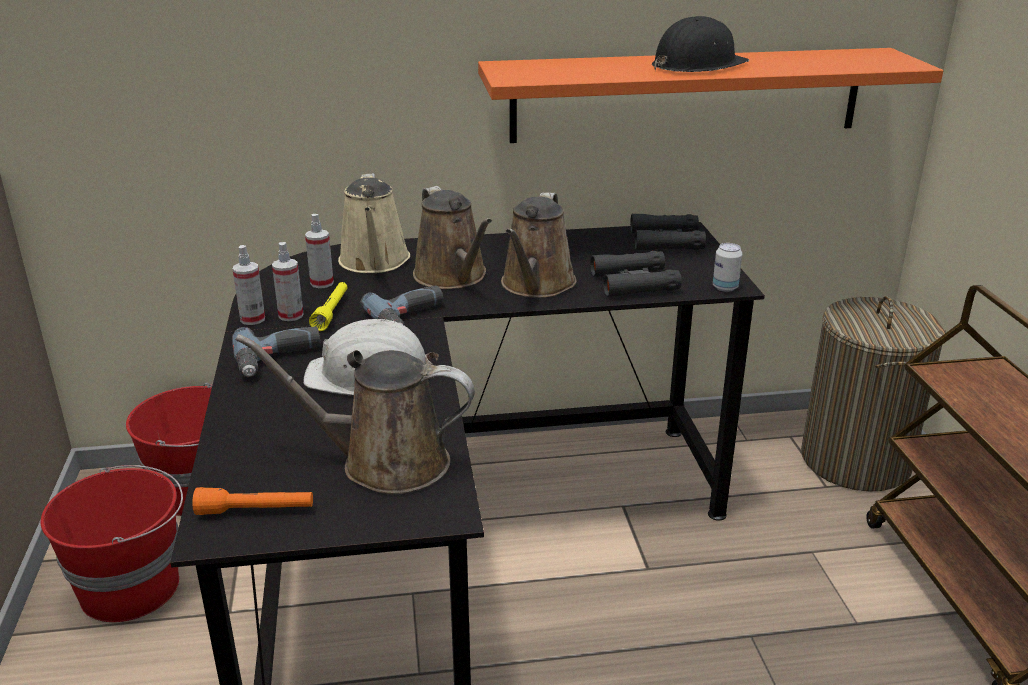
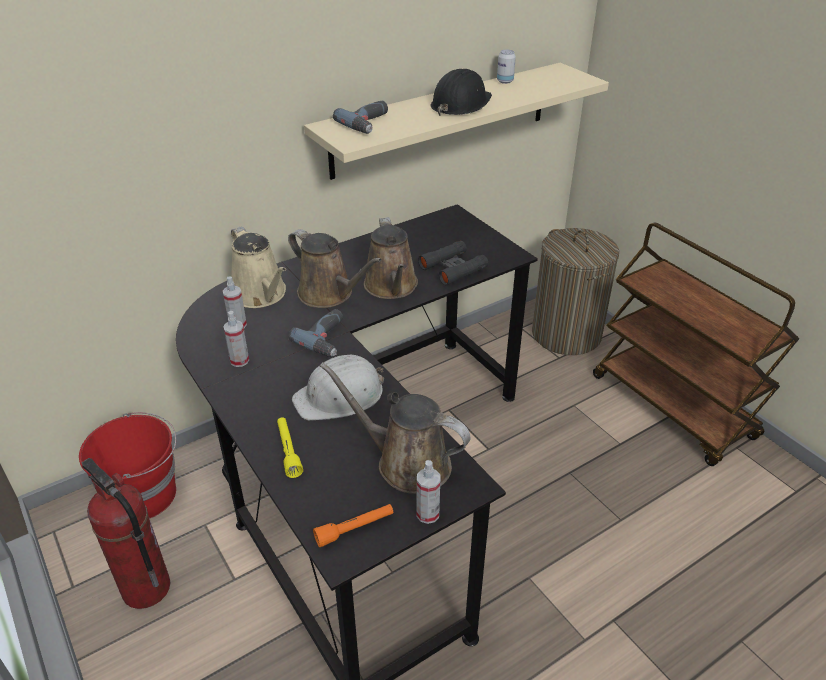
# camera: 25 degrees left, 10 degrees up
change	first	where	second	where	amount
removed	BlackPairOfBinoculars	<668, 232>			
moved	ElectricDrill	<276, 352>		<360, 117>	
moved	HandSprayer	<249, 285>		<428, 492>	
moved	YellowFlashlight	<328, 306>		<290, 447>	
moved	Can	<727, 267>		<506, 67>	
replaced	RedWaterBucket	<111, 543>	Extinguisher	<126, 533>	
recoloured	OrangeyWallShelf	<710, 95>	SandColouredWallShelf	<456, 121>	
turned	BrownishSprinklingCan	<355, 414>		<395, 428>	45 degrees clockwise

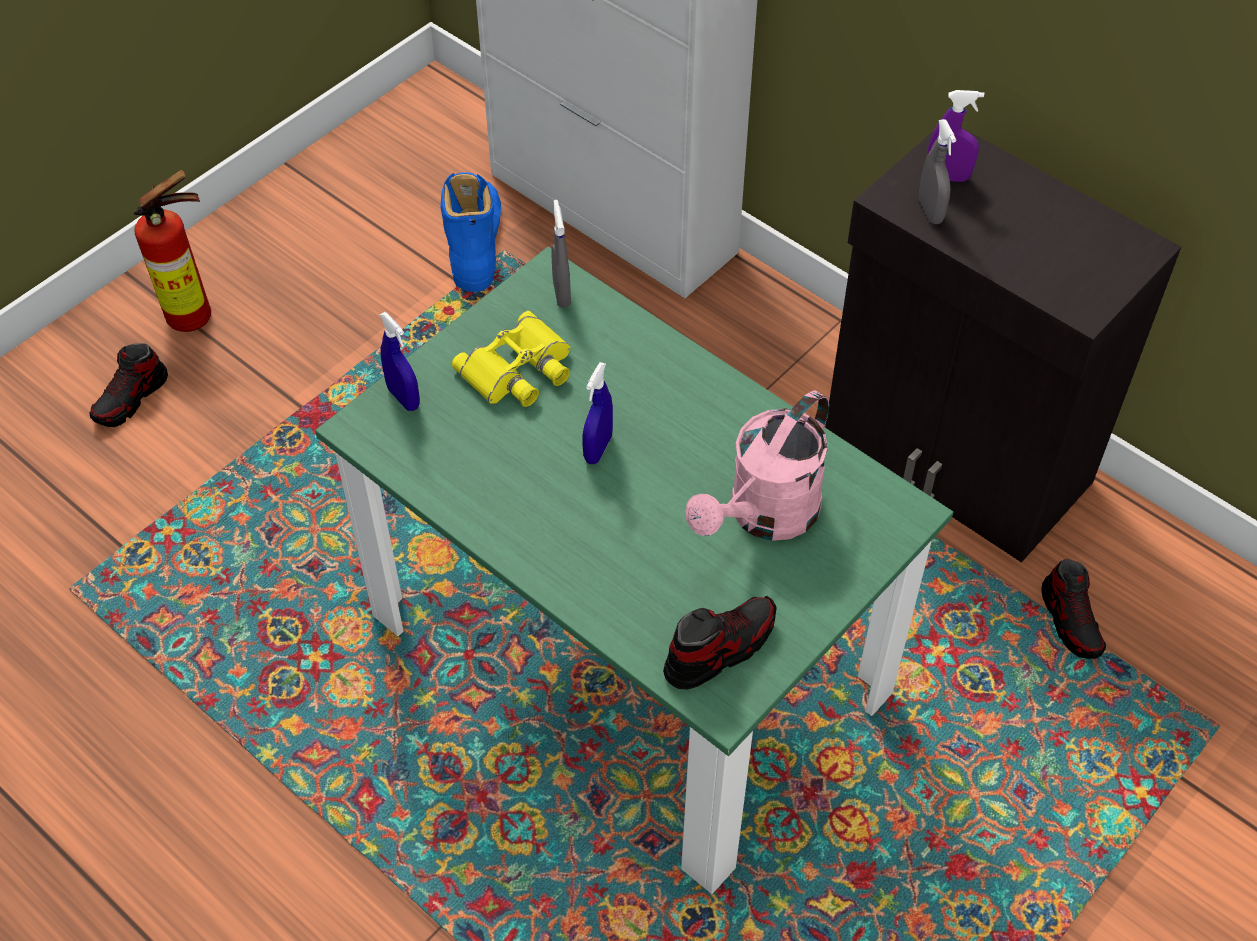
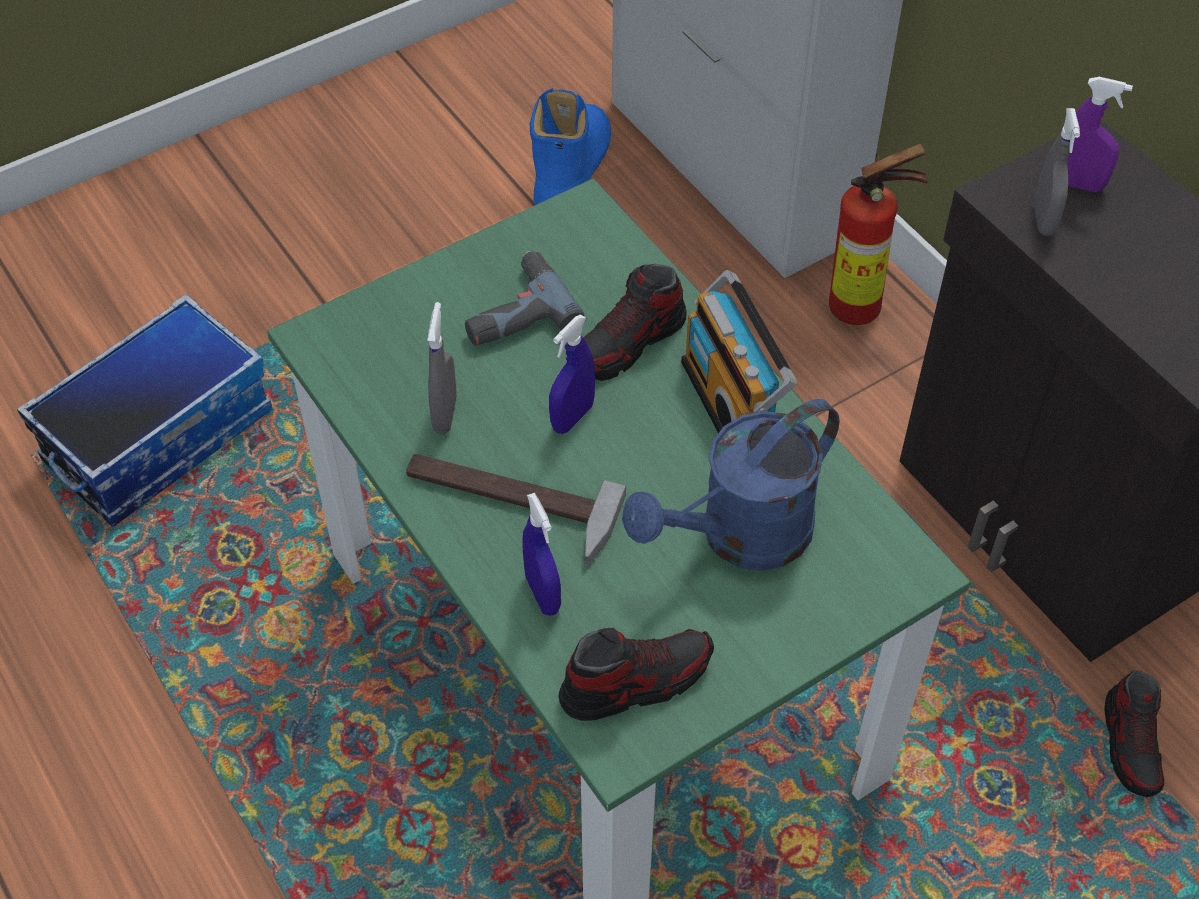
# camera: 15 degrees right, 0 degrees up
change	first	where	second	where	amount
added			StorageContainer	<145, 410>	
added			Hammer	<516, 510>	
added			RadioSet	<739, 351>	
moved	LowShoe	<128, 385>		<635, 322>	
moved	Extinguisher	<172, 251>		<878, 234>	
moved	BluishHandSprayer	<400, 361>		<541, 554>	
moved	GreyishHandSprayer	<561, 254>		<442, 368>	
replaced	YellowPairOfBinoculars	<511, 359>	ElectricDrill	<525, 298>	
recoloured	PinkSprinklingCan	<757, 465>	BluishSprinklingCan	<731, 485>	

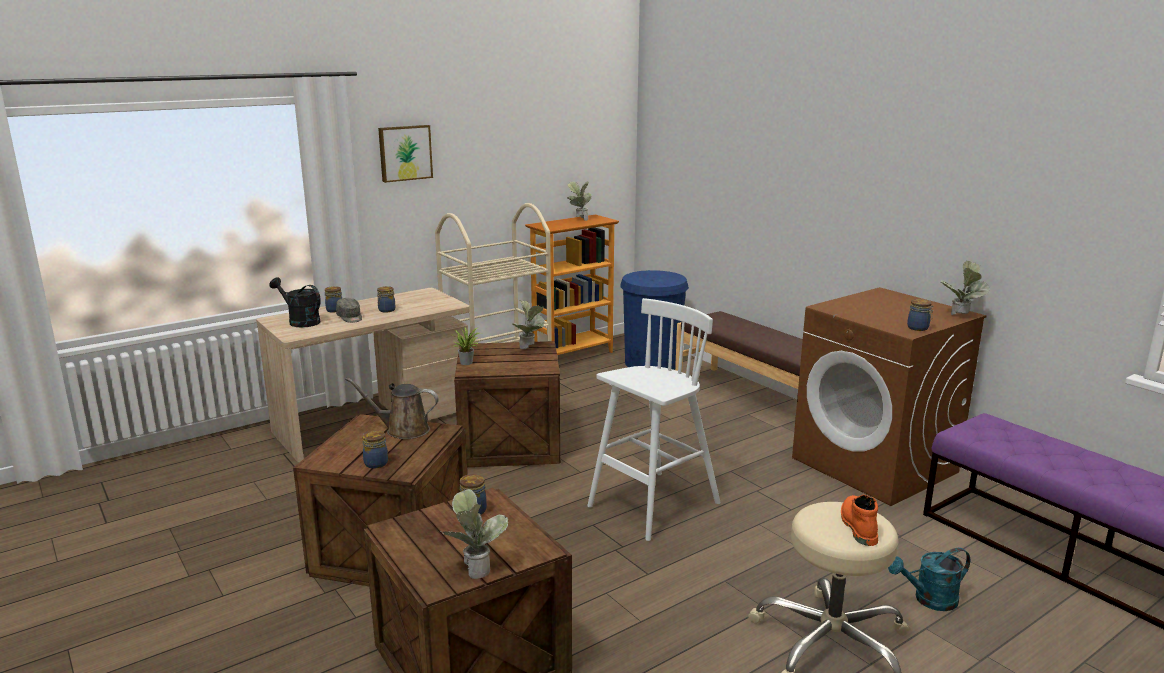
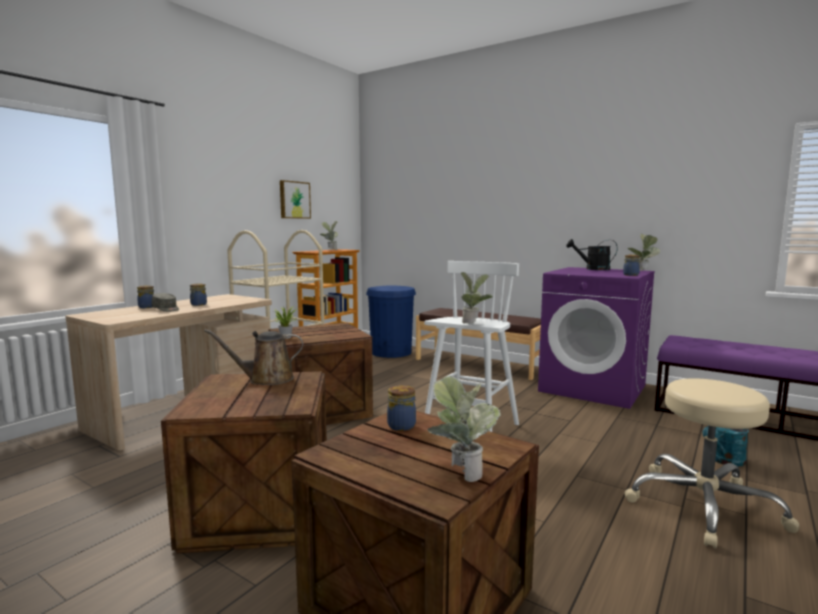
# camera: 20 degrees left, 10 degrees down
change	first	where	second	where	amount
removed	StorageJar	<375, 449>			
removed	OrangeyHighTopBoot	<859, 520>			
moved	BlackSprinklingCan	<295, 302>		<592, 254>	
moved	Picture	<405, 154>		<295, 199>	
moved	Houseplant	<528, 324>		<477, 298>	
recoloured	BrownishLaundryMachine	<889, 396>	PurpleColouredLaundryMachine	<596, 338>	

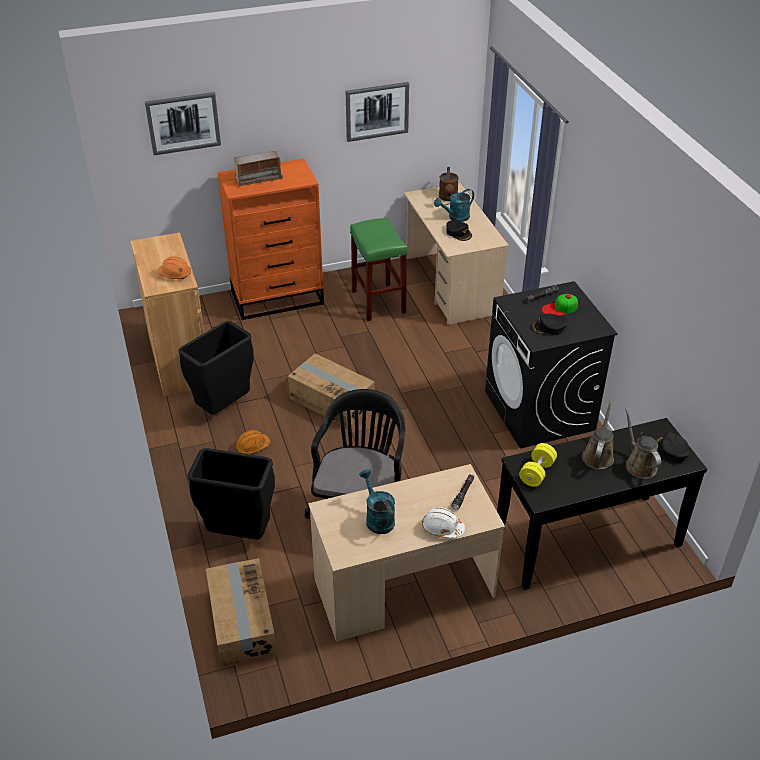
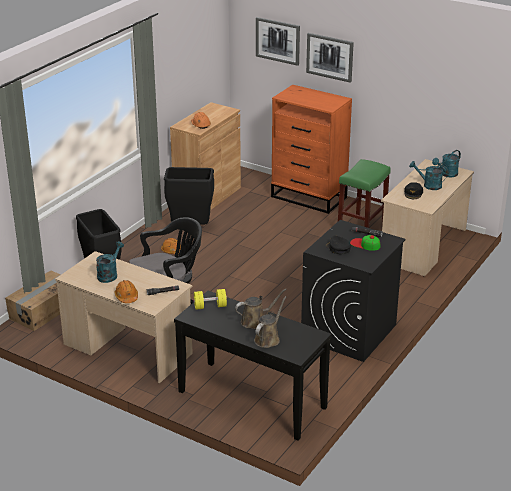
# camera: 50 degrees right, 10 degrees down
change	first	where	second	where	amount
removed	RadioSet	<258, 168>			
removed	CardboardBox	<331, 390>			
removed	BlackBaseballCap	<673, 447>			
moved	Picture	<377, 112>		<330, 58>	
recoloured	WhiteColouredSafetyHelmet	<443, 523>	OrangeySafetyHelmet	<126, 291>	
recoloured	BrownishSprinklingCan	<449, 184>	BlueGreenSprinklingCan	<446, 163>	

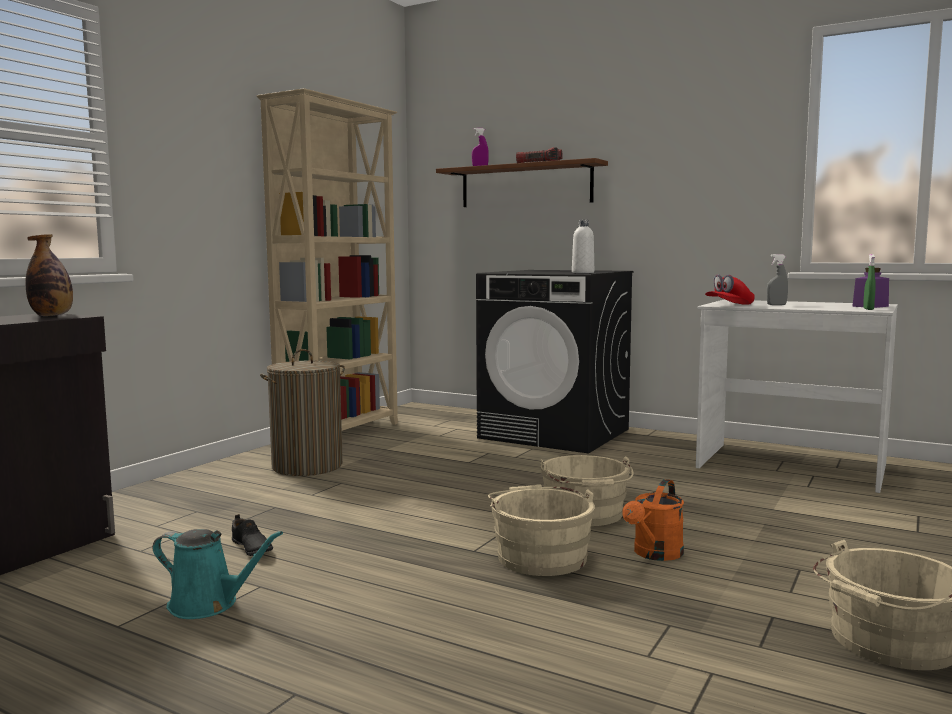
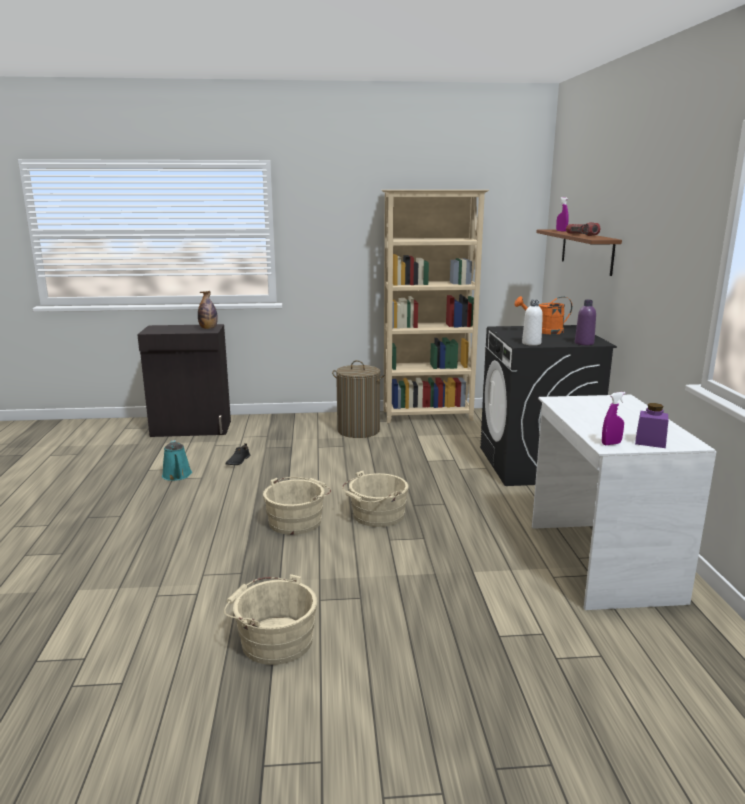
# camera: 55 degrees right, 10 degrees up
change	first	where	second	where	amount
removed	RedBaseballCap	<730, 289>			
removed	GreyishHandSprayer	<777, 279>			
added			PurpleColouredBeverageBottle	<585, 322>	
moved	OrangeySprinklingCan	<653, 520>		<543, 315>	
recoloured	GreenHandSprayer	<869, 282>	PurpleColouredHandSprayer	<614, 418>	

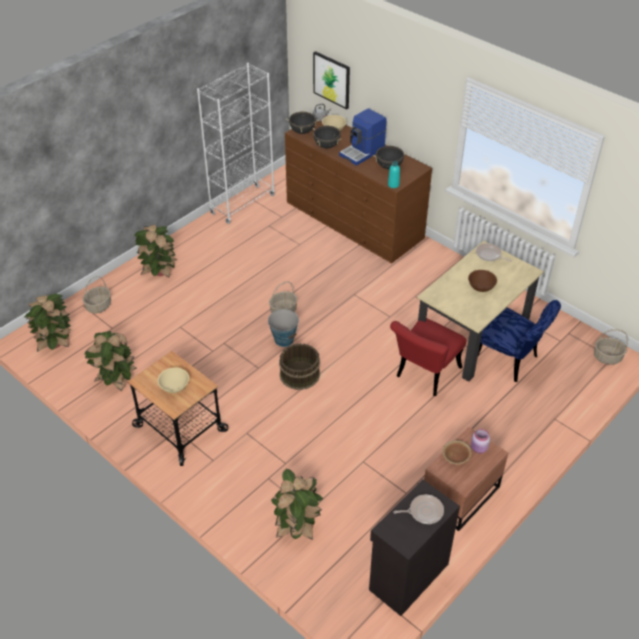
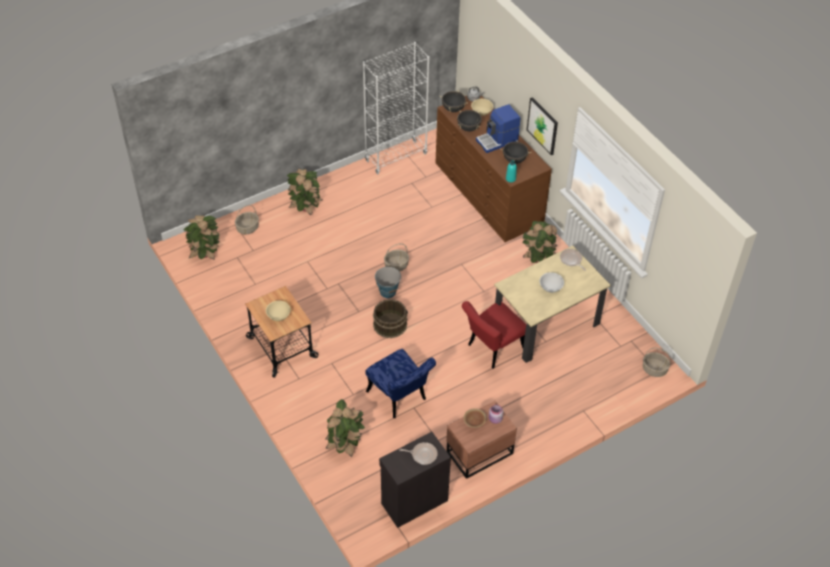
# camera: 15 degrees right, 5 degrees up
change	first	where	second	where	amount
moved	Houseplant	<110, 361>		<540, 242>	
moved	Picture	<331, 80>		<542, 126>	
moved	BluishUprightChair	<519, 341>		<400, 383>	
recoloured	BrownishServingBowl	<482, 281>	WhiteColouredServingBowl	<552, 282>	

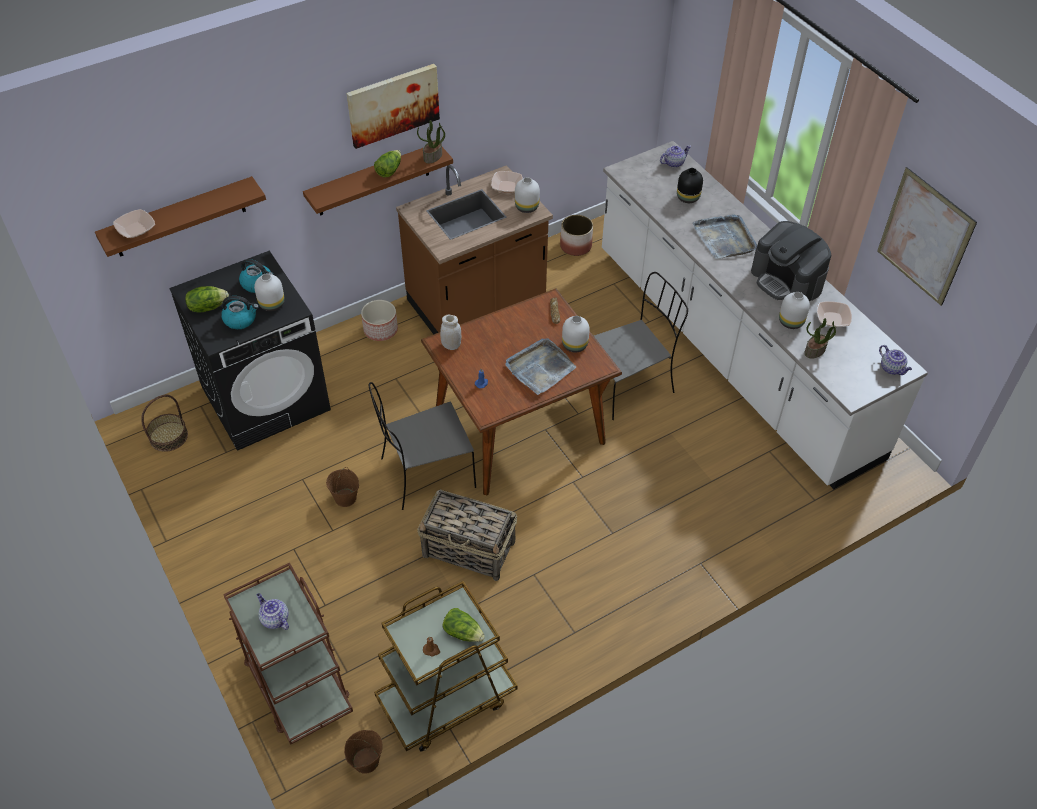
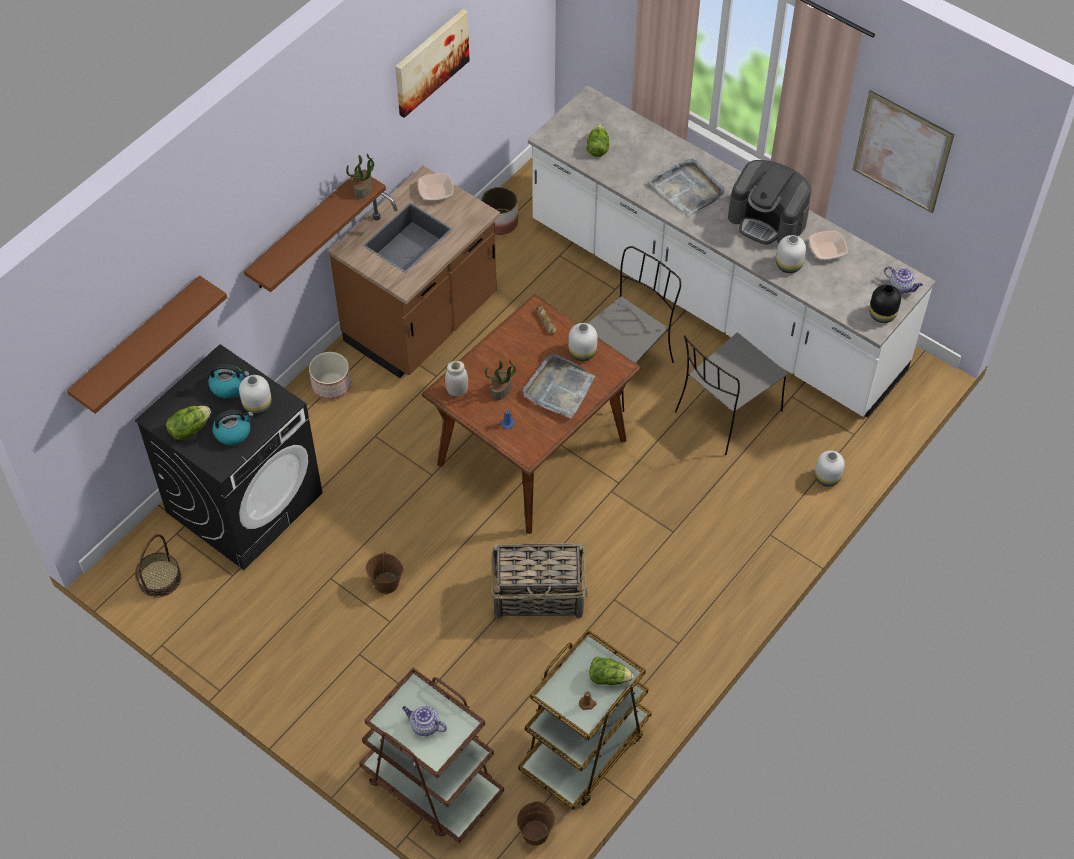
# camera: 20 degrees left, 5 degrees up
change	first	where	second	where	amount
removed	ServingBowl	<134, 223>			
removed	Teapot	<675, 156>			
moved	Picture	<393, 106>		<432, 63>	
moved	GreyishUprightChair	<422, 446>		<731, 393>	
moved	Lettuce	<387, 163>		<598, 141>	
moved	WhiteColouredVase	<527, 195>		<830, 468>	
moved	BlackVase	<690, 185>		<885, 304>	
moved	Houseplant	<820, 338>		<500, 380>	

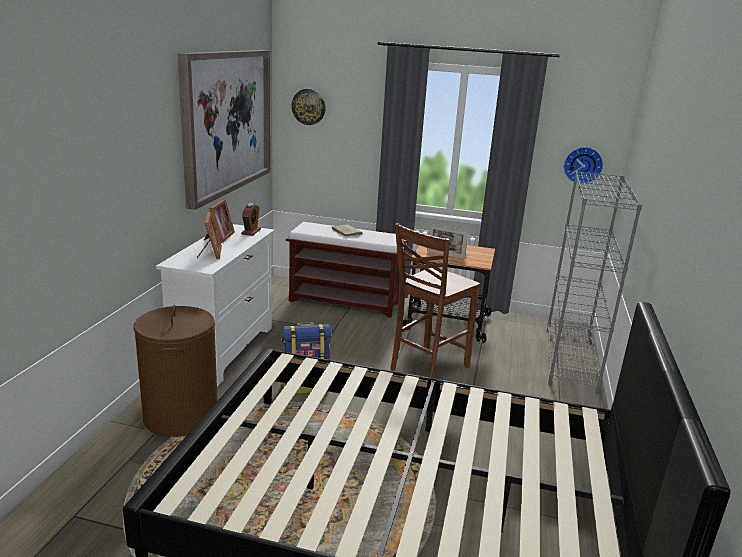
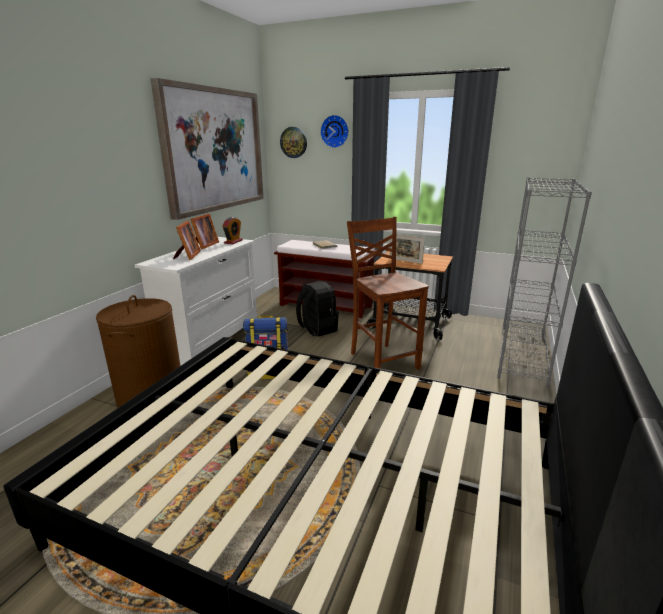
# camera: 10 degrees right, 0 degrees up
change	first	where	second	where	amount
added			BlackRucksack	<317, 309>	
moved	WallClock	<583, 166>		<334, 131>	
turned	BrownishUprightChair	<435, 300>		<388, 293>	105 degrees clockwise

